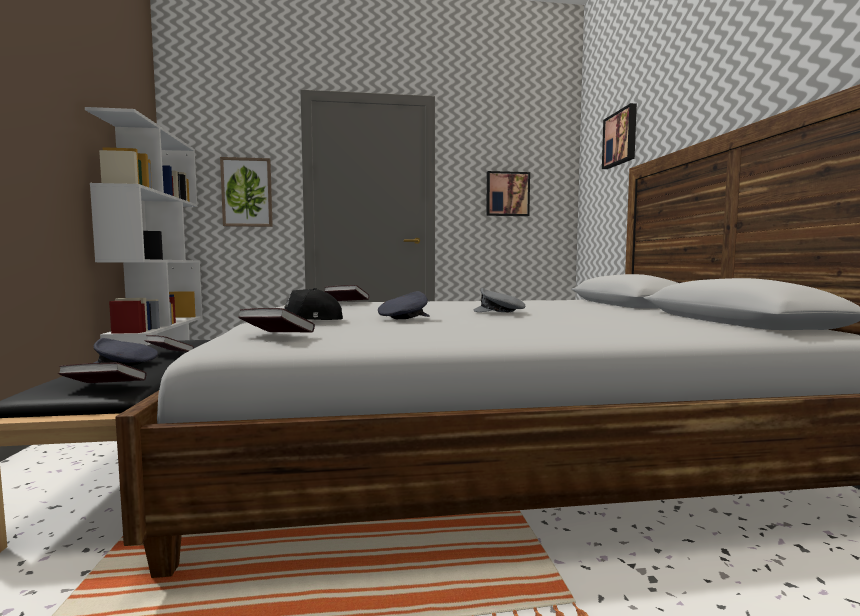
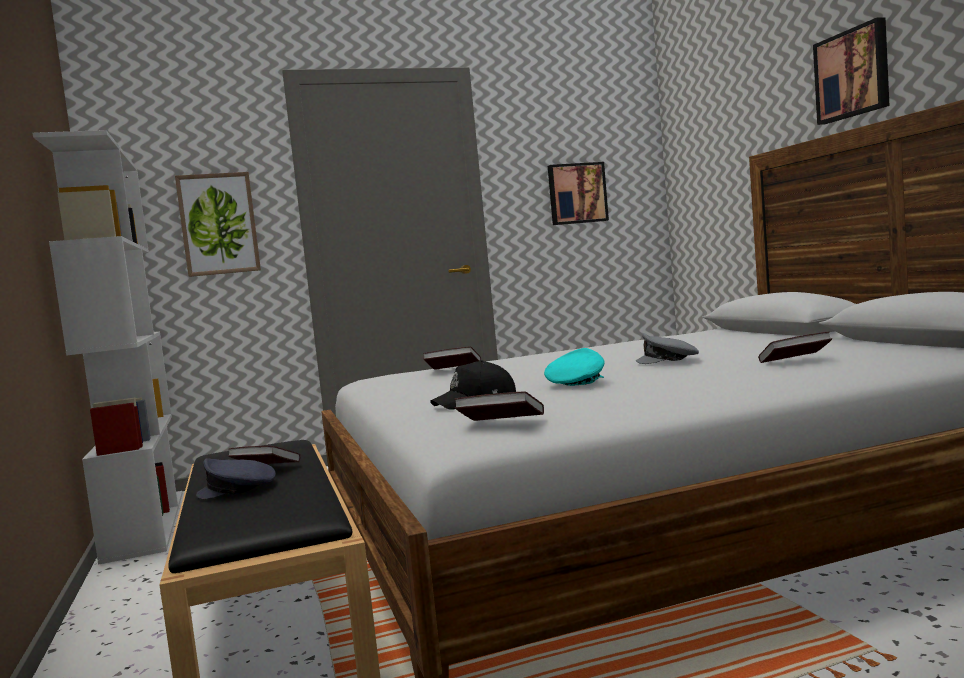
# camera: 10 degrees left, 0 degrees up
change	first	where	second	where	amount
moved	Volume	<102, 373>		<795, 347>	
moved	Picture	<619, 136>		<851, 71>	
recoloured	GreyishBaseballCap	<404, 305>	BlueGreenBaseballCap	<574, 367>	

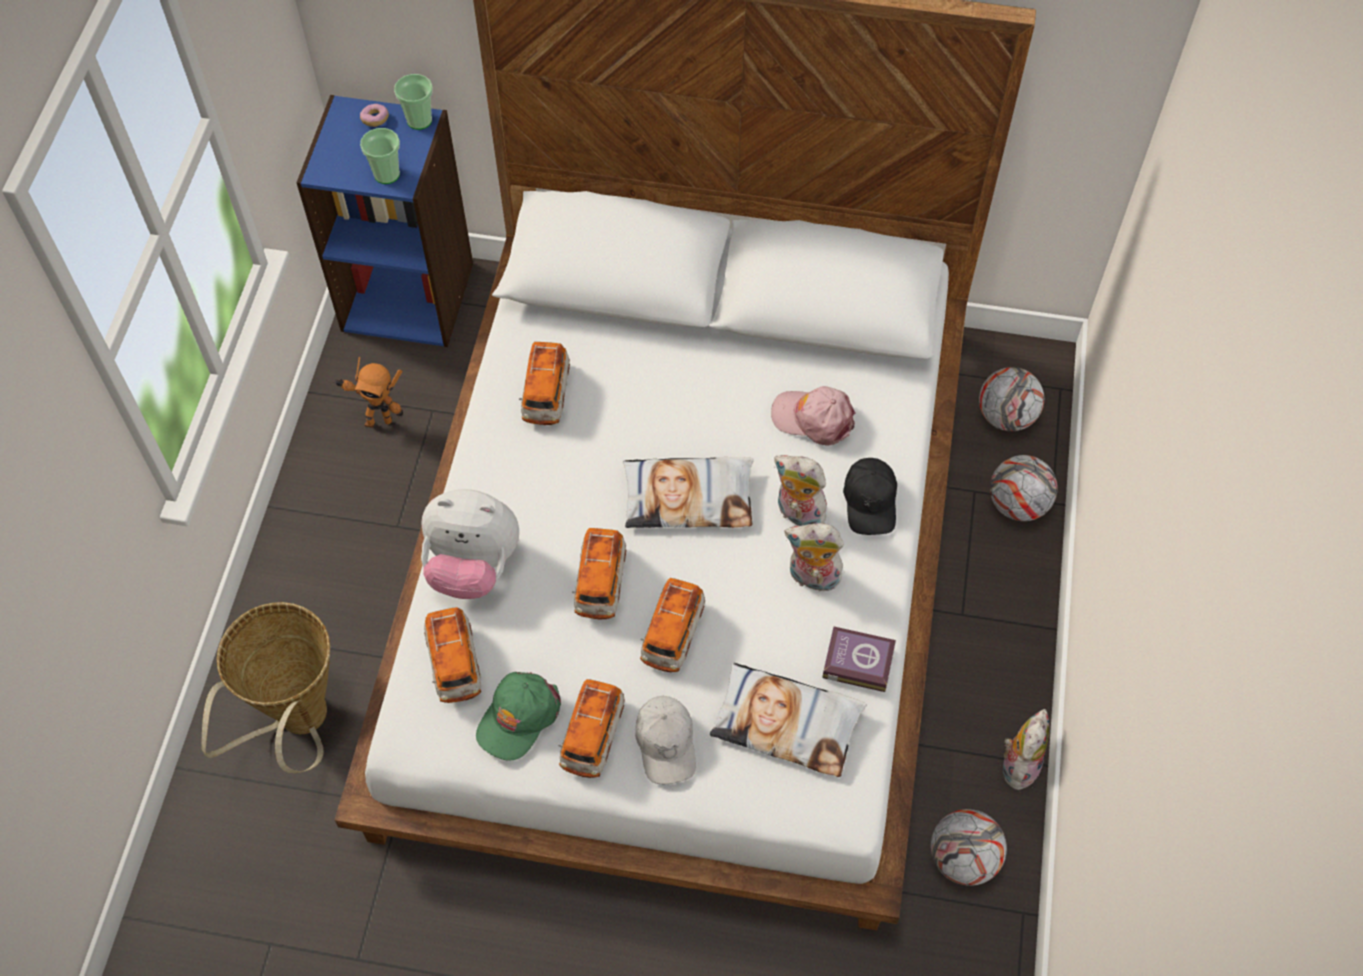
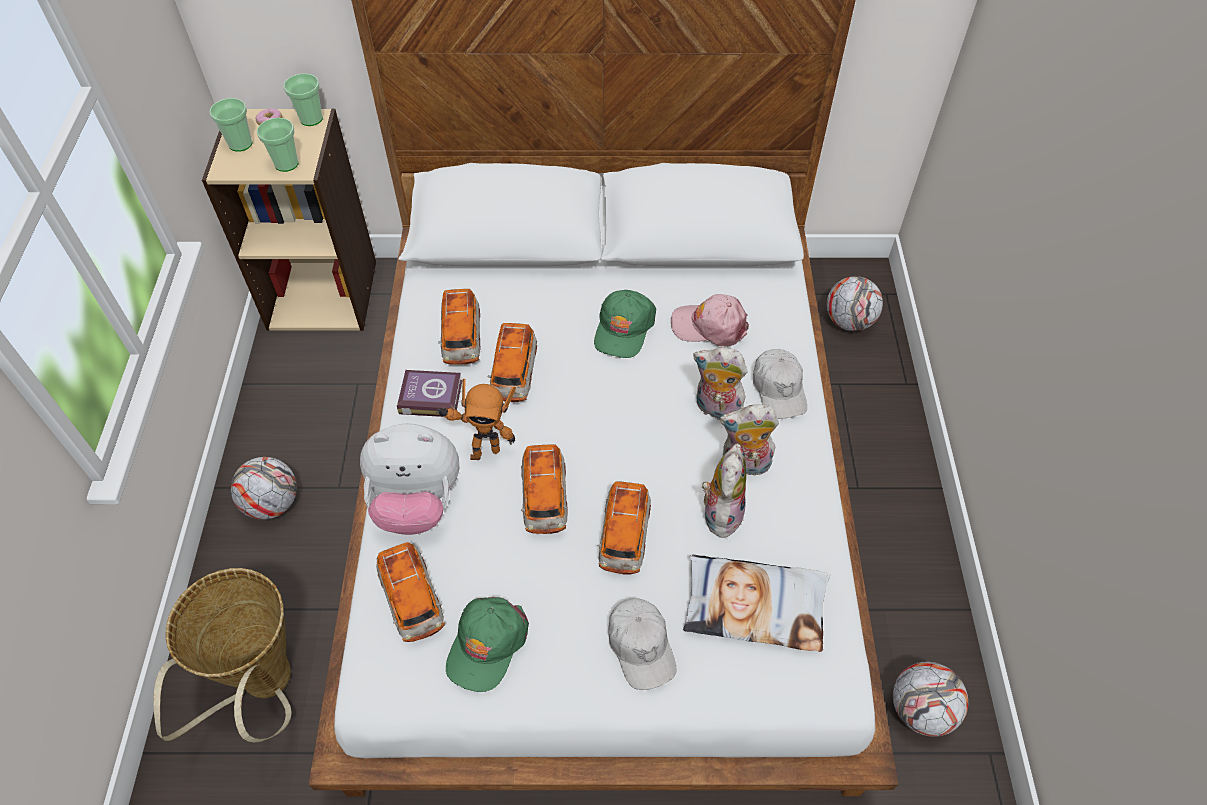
# camera: 10 degrees left, 5 degrees down
change	first	where	second	where	amount
removed	Pillow	<688, 492>			
added			Cup	<231, 125>	
added			GreenBaseballCap	<625, 324>	
moved	RobotFigure	<368, 392>		<476, 419>	
moved	ToyCar	<592, 728>		<512, 362>	
moved	Volume	<859, 659>		<429, 393>	
moved	Football	<1024, 488>		<264, 488>	
moved	CuddlyToy	<1026, 749>		<724, 490>	
recoloured	BluishBookshelf	<384, 221>	SandColouredBookshelf	<289, 220>	
recoloured	BlackBaseballCap	<870, 496>	WhiteColouredBaseballCap	<780, 384>	

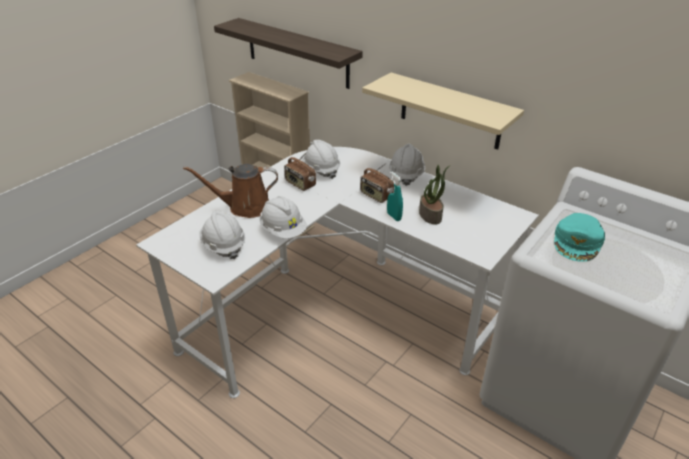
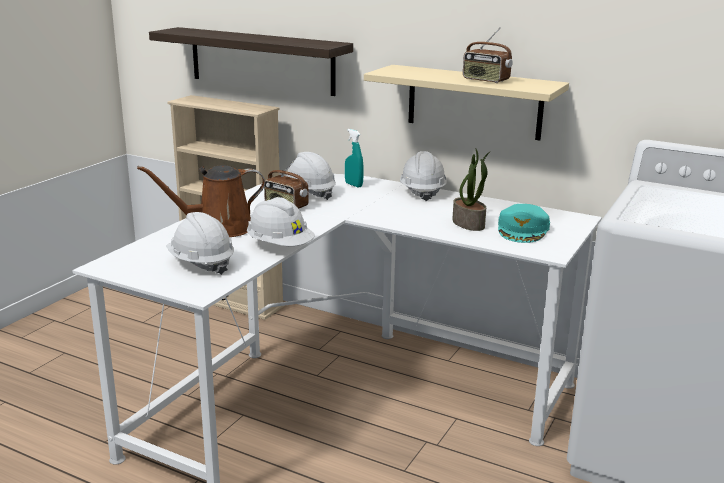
# camera: 10 degrees left, 15 degrees down
change	first	where	second	where	amount
moved	RadioSet	<377, 183>		<488, 55>	
moved	BlueGreenHandSprayer	<395, 196>		<354, 158>	
moved	BlueGreenBaseballCap	<579, 237>		<524, 223>	

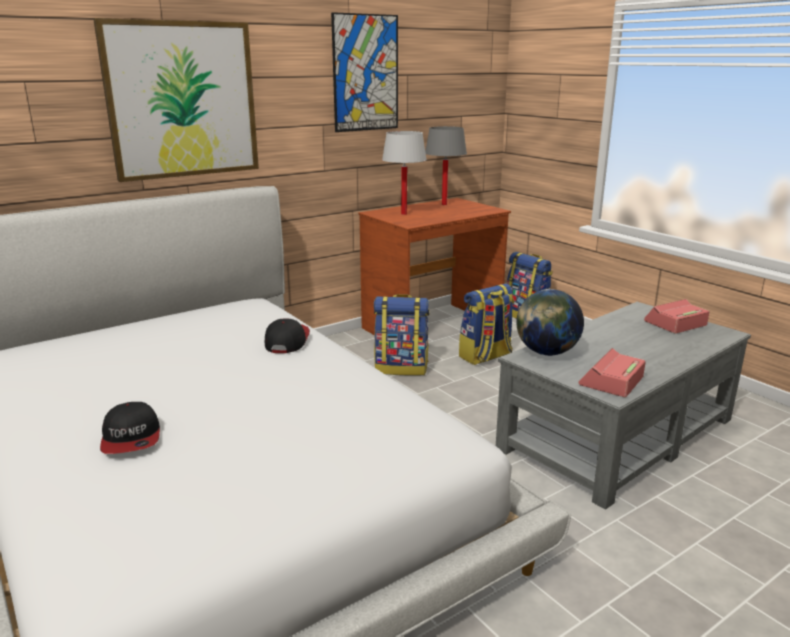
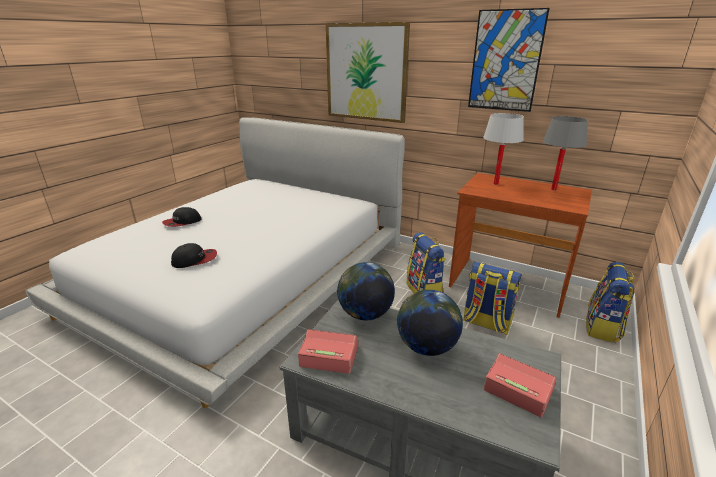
# camera: 65 degrees right, 5 degrees up
change	first	where	second	where	amount
added			Globe	<430, 323>	
moved	BaseballCap	<287, 335>		<194, 255>	

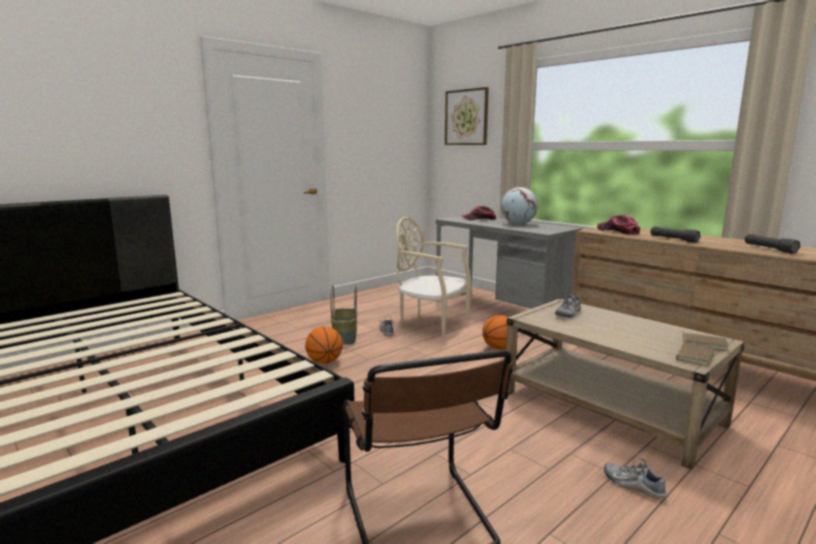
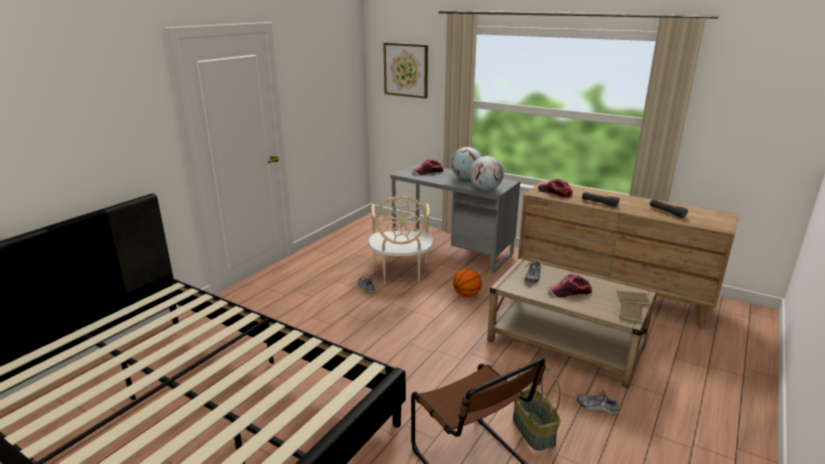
# camera: 15 degrees left, 10 degrees up
change	first	where	second	where	amount
removed	Basketball	<324, 345>			
added			Globe	<487, 173>	
added			BaseballCap	<570, 285>	
moved	StorageBasket	<344, 315>		<537, 409>	
turned	SandColouredUprightChair	<434, 277>		<401, 240>	105 degrees counterclockwise

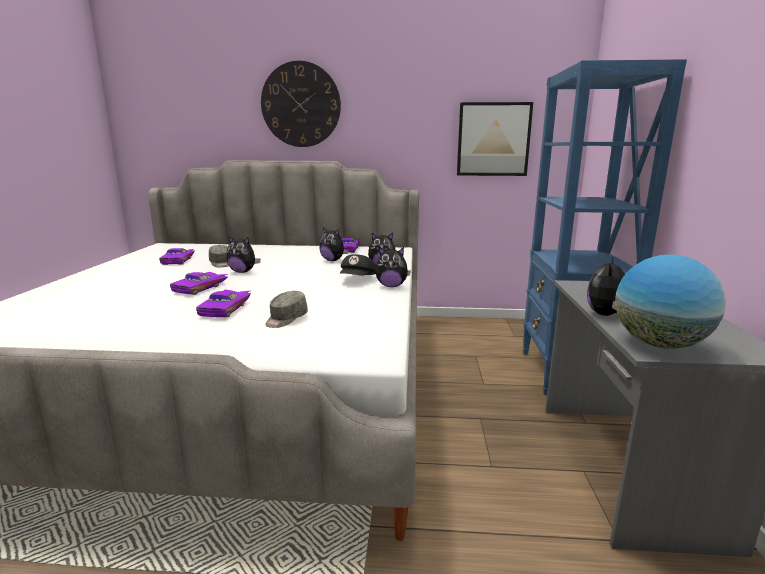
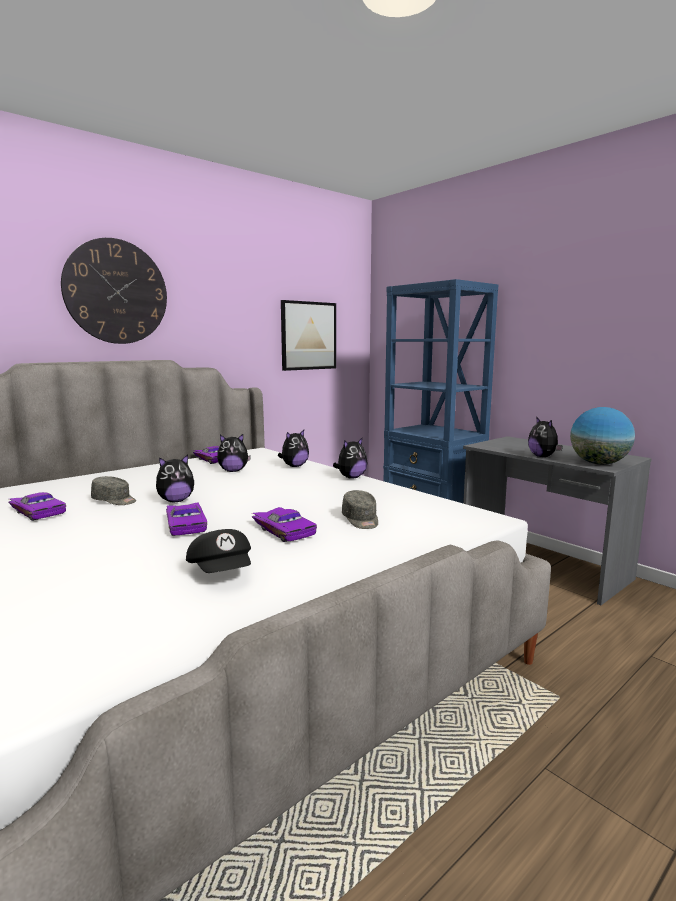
# camera: 45 degrees left, 5 degrees down
change	first	where	second	where	amount
moved	BlackBaseballCap	<357, 265>		<218, 551>	

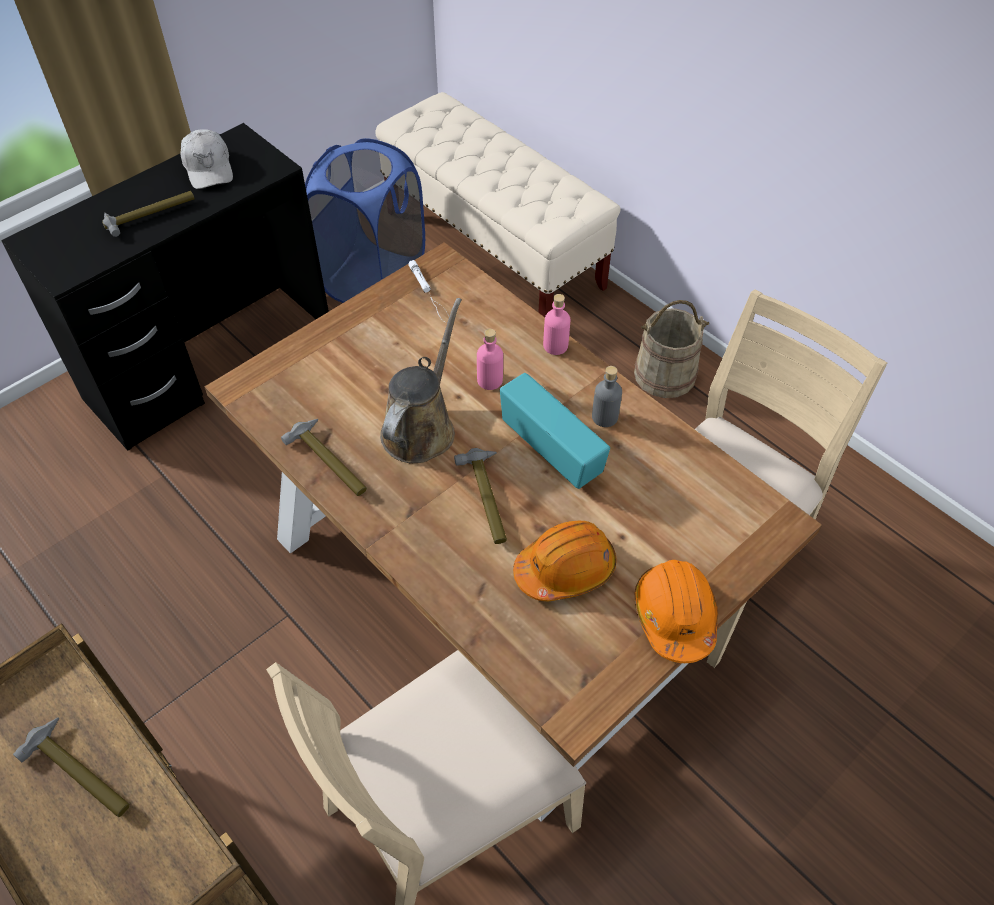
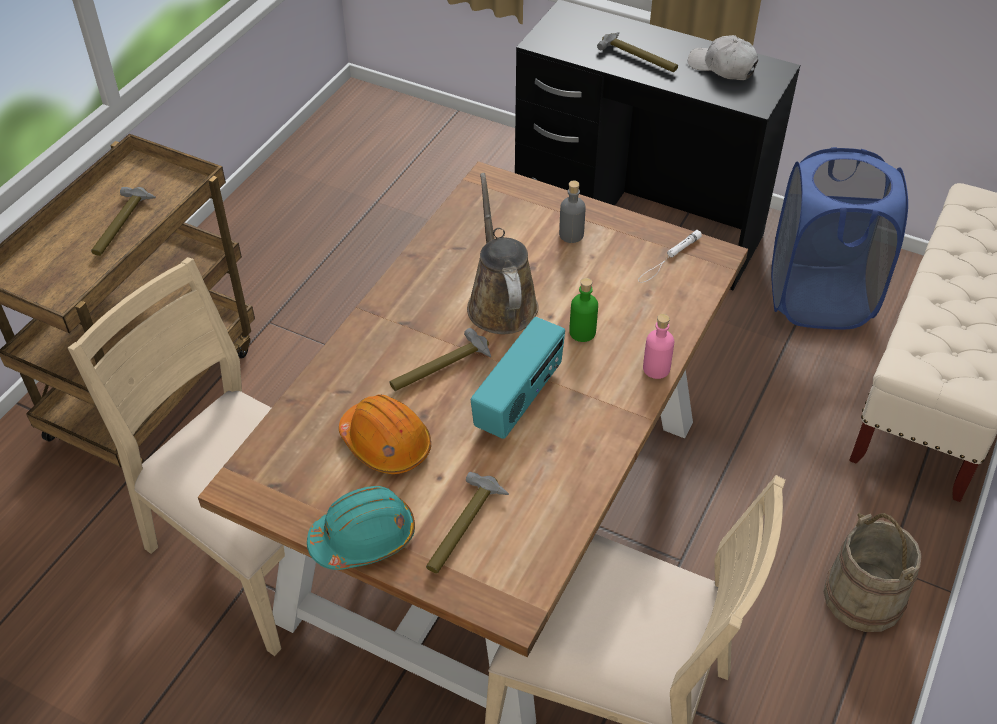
# camera: 70 degrees right, 5 degrees down
change	first	where	second	where	amount
moved	Hammer	<324, 457>		<467, 522>	
moved	GreyishBeverageBottle	<607, 396>		<572, 212>	
recoloured	PinkBeverageBottle	<490, 359>	GreenBeverageBottle	<583, 310>	
recoloured	OrangeySafetyHelmet	<676, 611>	BlueGreenSafetyHelmet	<361, 528>	
turned	WhiteColouredBaseballCap	<206, 159>		<723, 57>	75 degrees clockwise
turned	BrownishSprinklingCan	<421, 380>		<503, 253>	105 degrees counterclockwise

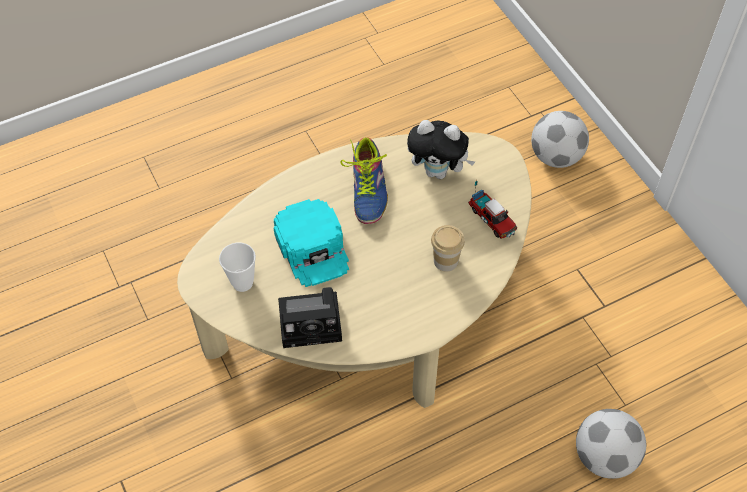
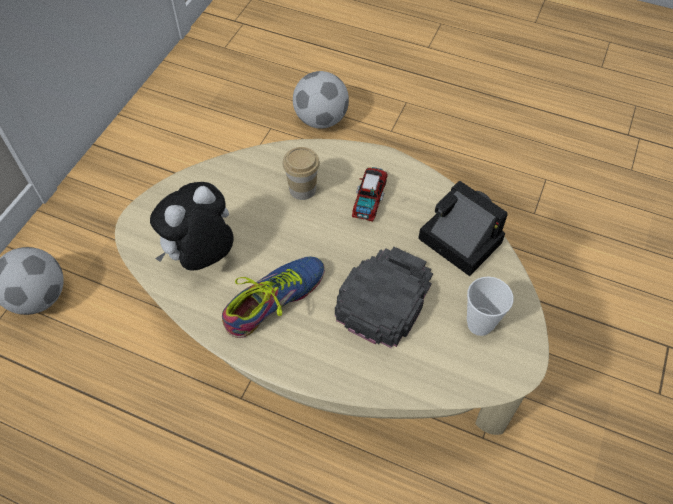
# camera: 130 degrees left, 0 degrees up
change	first	where	second	where	amount
moved	ToyTruck	<492, 209>		<370, 194>	
recoloured	BlueGreenBaseballCap	<311, 243>	BlackBaseballCap	<384, 297>	
turned	CuddlyToy	<441, 149>		<192, 226>	105 degrees counterclockwise

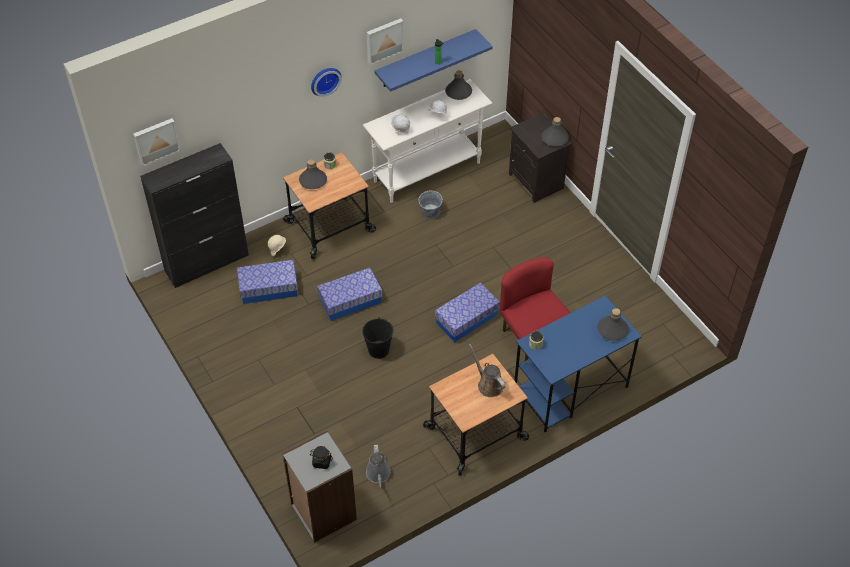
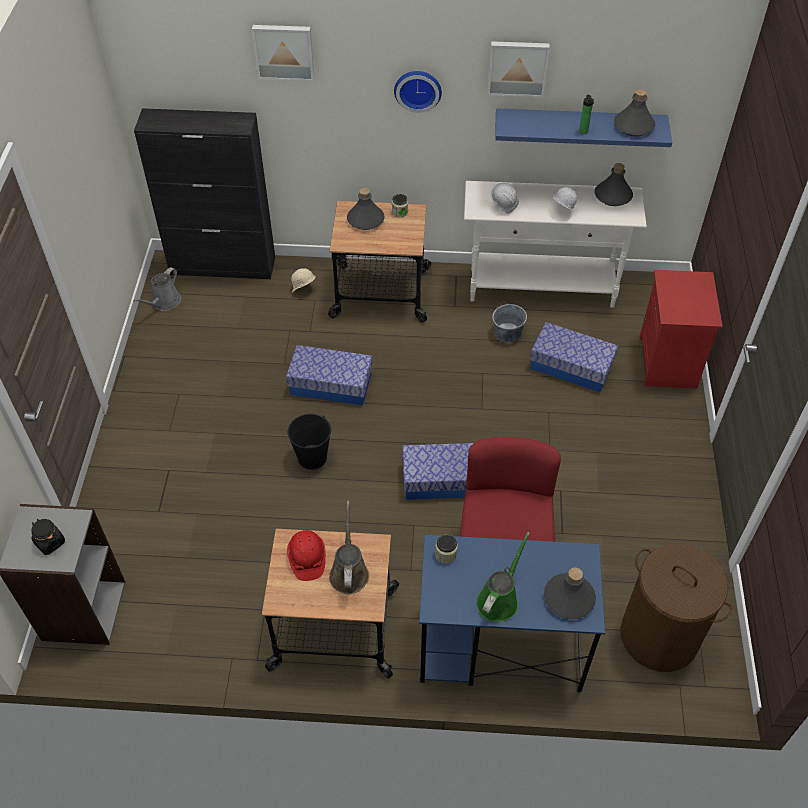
# camera: 35 degrees right, 0 degrees up
change	first	where	second	where	amount
added			RedSafetyHelmet	<306, 555>	
added			GreenSprinklingCan	<503, 577>	
added			BrownishLaundryBasket	<676, 607>	
moved	Picture	<157, 142>		<283, 53>	
moved	StorageContainer	<267, 282>		<574, 357>	
moved	GreyishSprinklingCan	<378, 466>		<157, 289>	
moved	GreyishBeverageBottle	<555, 131>		<634, 112>	
recoloured	BlackNightstand	<540, 158>	RedNightstand	<681, 329>	

